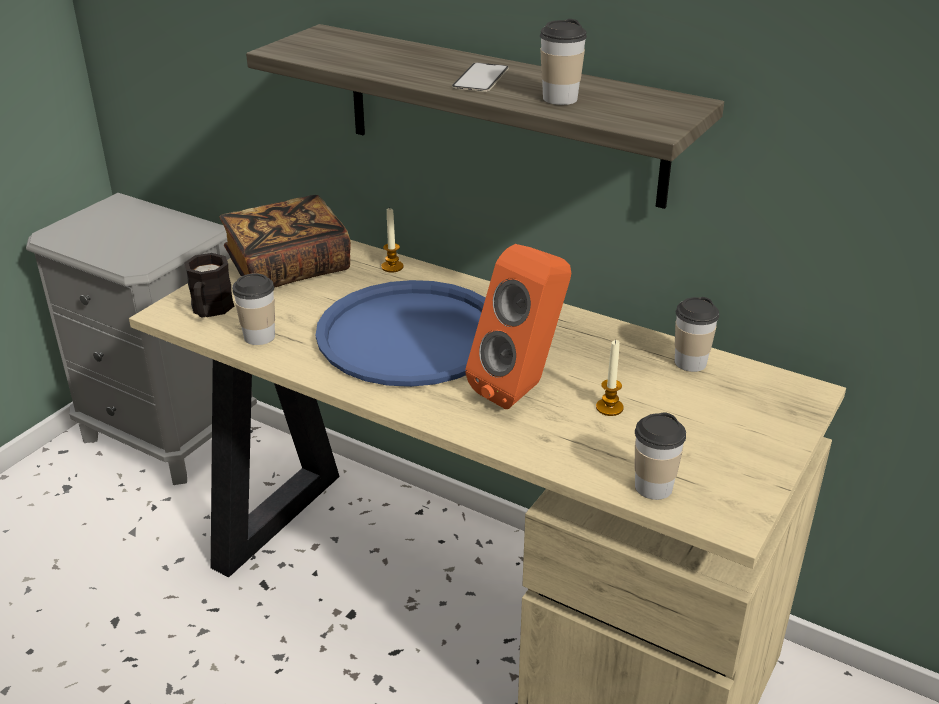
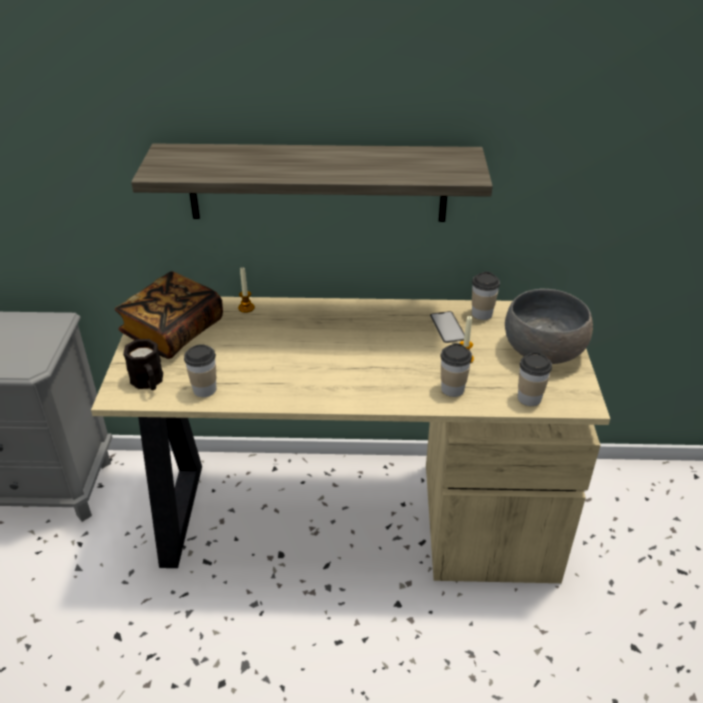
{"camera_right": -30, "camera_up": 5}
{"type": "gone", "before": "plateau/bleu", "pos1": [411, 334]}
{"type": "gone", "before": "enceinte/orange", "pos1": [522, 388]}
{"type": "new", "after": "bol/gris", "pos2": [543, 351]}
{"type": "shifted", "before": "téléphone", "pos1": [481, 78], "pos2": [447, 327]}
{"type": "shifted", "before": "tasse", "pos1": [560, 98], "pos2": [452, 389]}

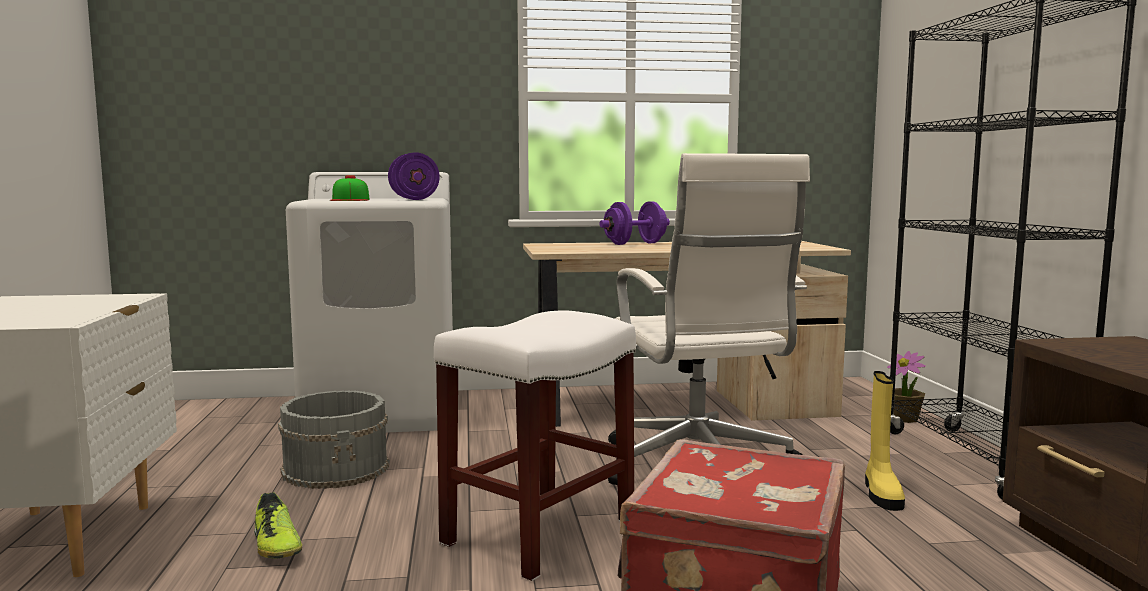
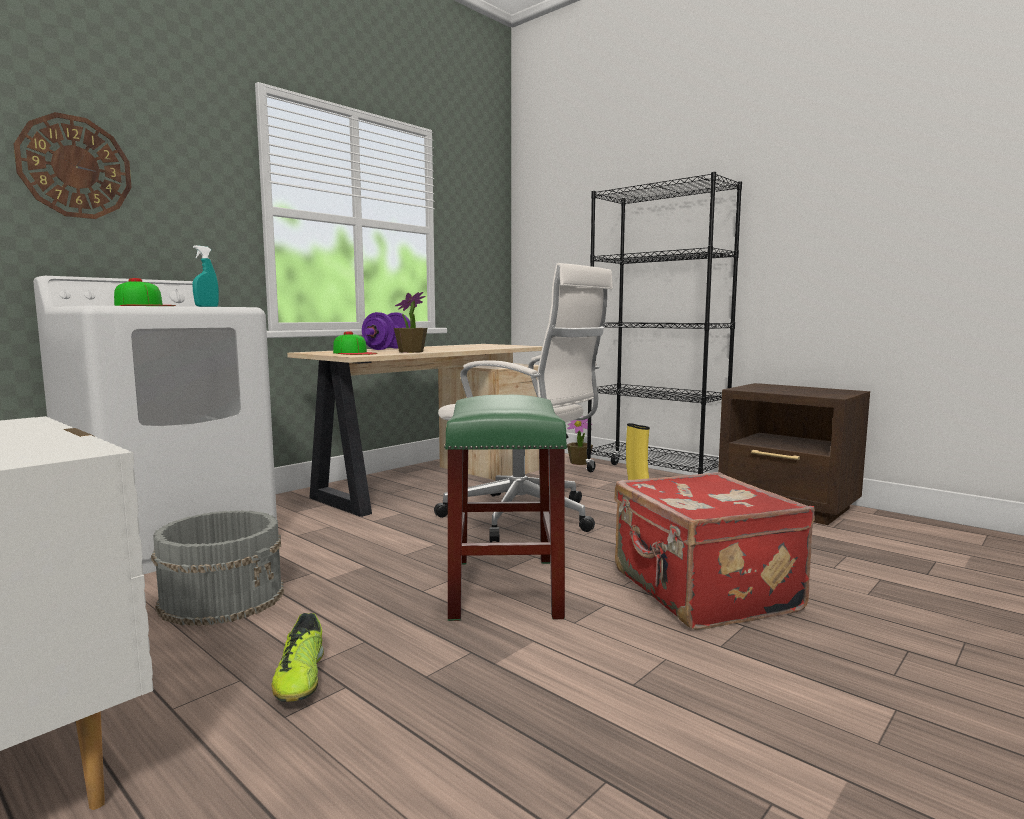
{"camera_right": -40, "camera_up": 0}
{"type": "new", "after": "horloge murale", "pos2": [75, 167]}
{"type": "new", "after": "casquette", "pos2": [354, 353]}
{"type": "new", "after": "plante en pot", "pos2": [411, 352]}
{"type": "swapped", "before": "haltère/violet", "after": "vaporisateur/turquoise", "pos1": [413, 199], "pos2": [206, 306]}
{"type": "repainted", "before": "tabouret/blanc", "after": "tabouret/vert", "pos1": [540, 531], "pos2": [503, 587]}
{"type": "rotated", "before": "chaussure", "pos1": [276, 546], "pos2": [300, 678], "turn": 60}

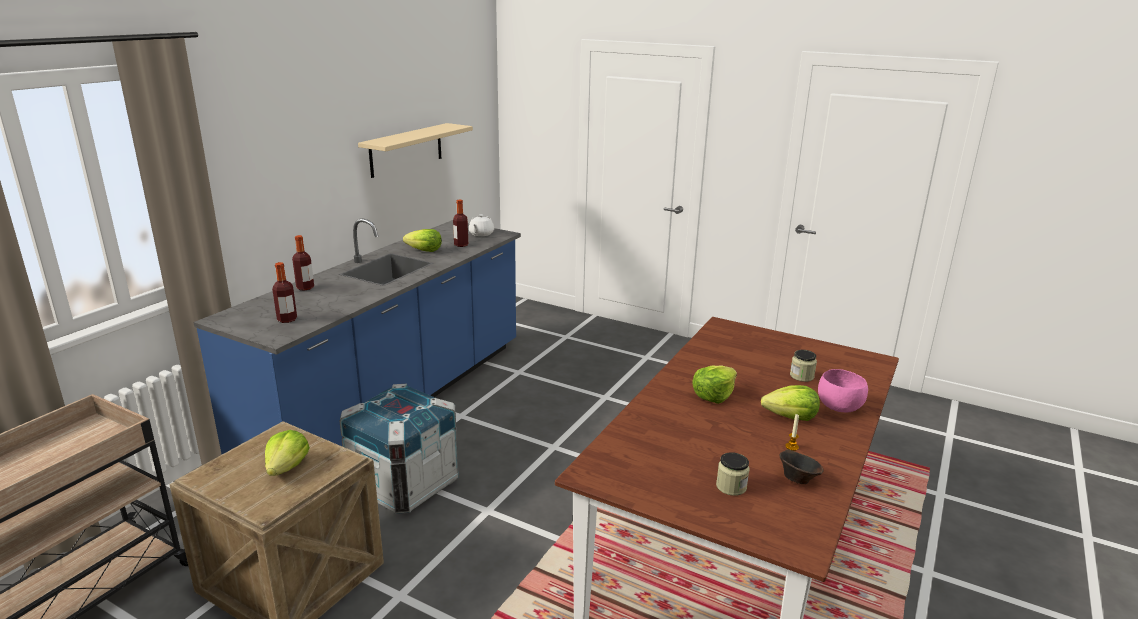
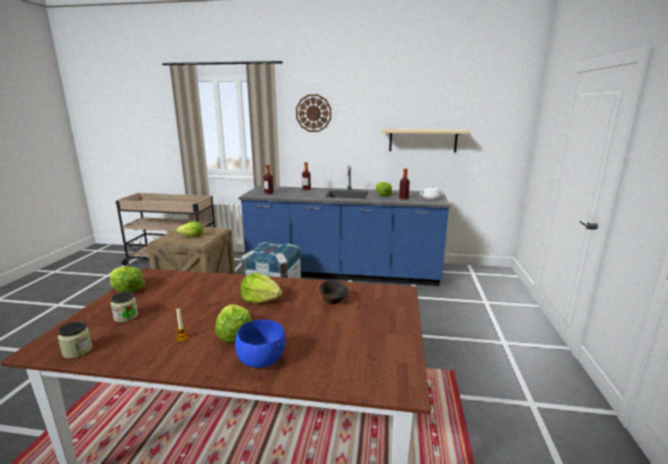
{"camera_right": 70, "camera_up": -5}
{"type": "new", "after": "laitue", "pos2": [127, 290]}
{"type": "new", "after": "horloge murale", "pos2": [313, 113]}
{"type": "shifted", "before": "bol/marron", "pos1": [797, 479], "pos2": [334, 301]}
{"type": "shifted", "before": "bocal", "pos1": [801, 376], "pos2": [77, 351]}
{"type": "repainted", "before": "bol/rose", "after": "bol/bleu", "pos1": [838, 407], "pos2": [262, 360]}

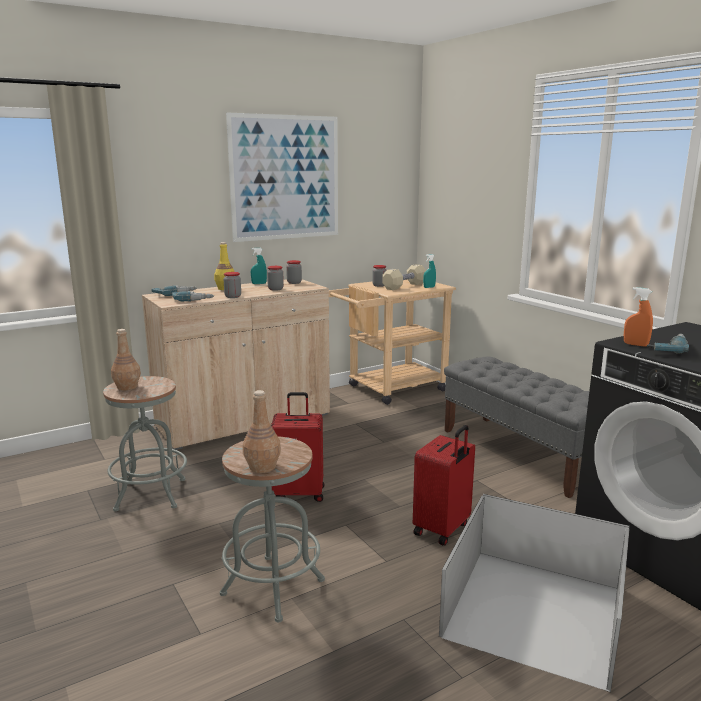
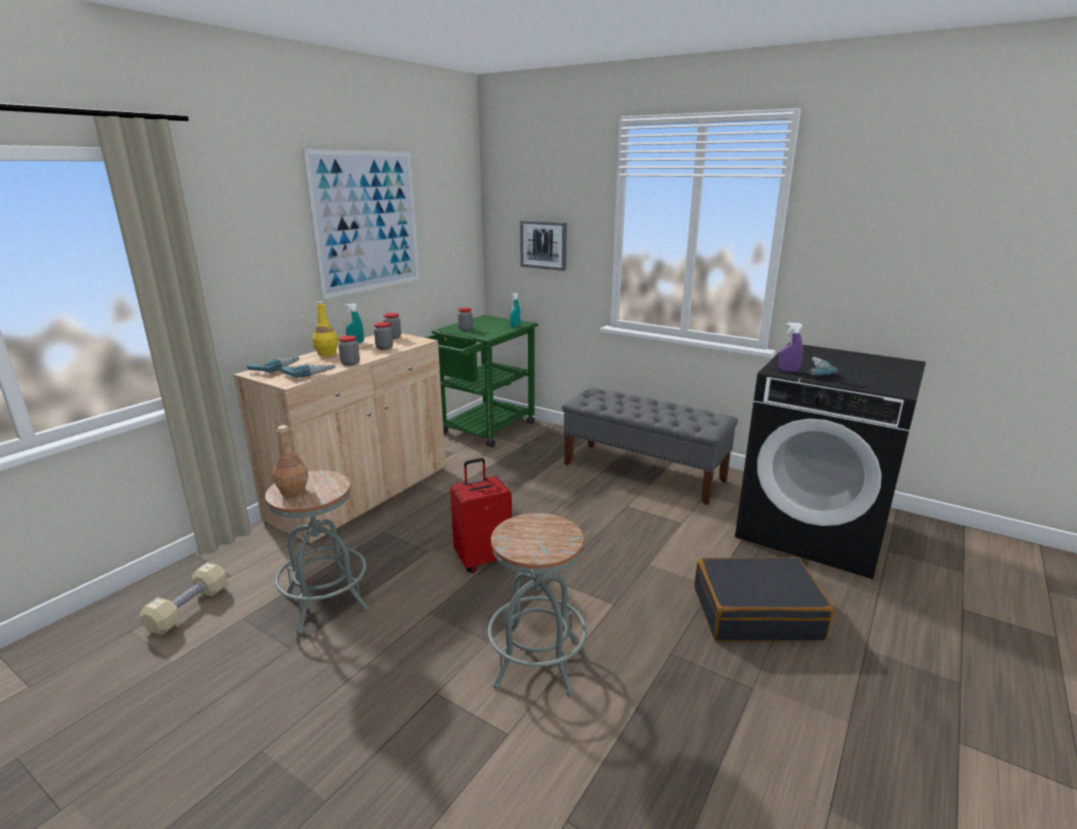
{"camera_right": -25, "camera_up": 5}
{"type": "gone", "before": "bouteille/marron", "pos1": [262, 467]}
{"type": "gone", "before": "valise/rouge", "pos1": [442, 529]}
{"type": "new", "after": "tableau", "pos2": [543, 244]}
{"type": "shifted", "before": "haltère/beige", "pos1": [404, 286], "pos2": [189, 609]}
{"type": "swapped", "before": "boîte de rangement/noir", "after": "valise/noir", "pos1": [531, 611], "pos2": [756, 613]}
{"type": "repainted", "before": "chariot/beige", "after": "chariot/vert", "pos1": [390, 389], "pos2": [482, 431]}
{"type": "repainted", "before": "vaporisateur/orange", "after": "vaporisateur/violet", "pos1": [635, 344], "pos2": [788, 371]}

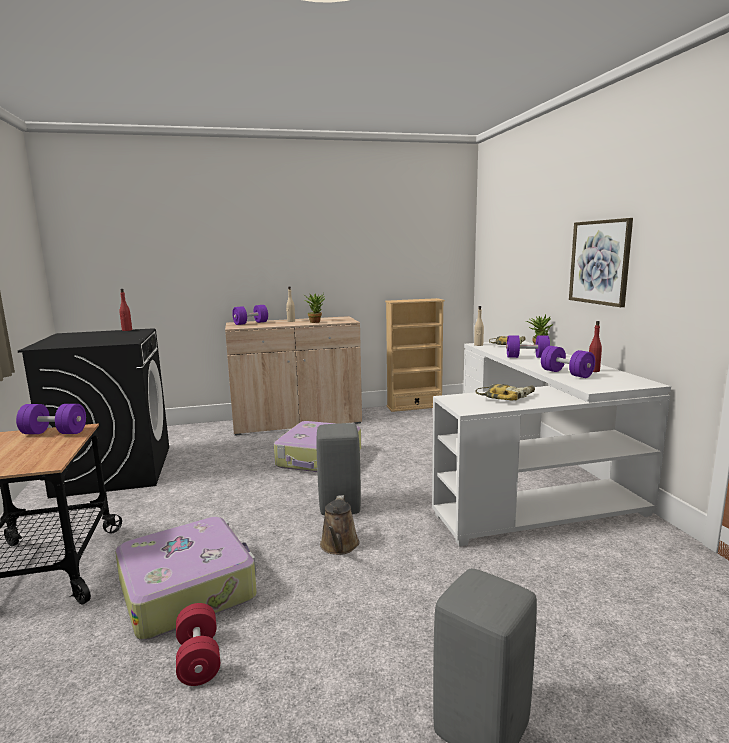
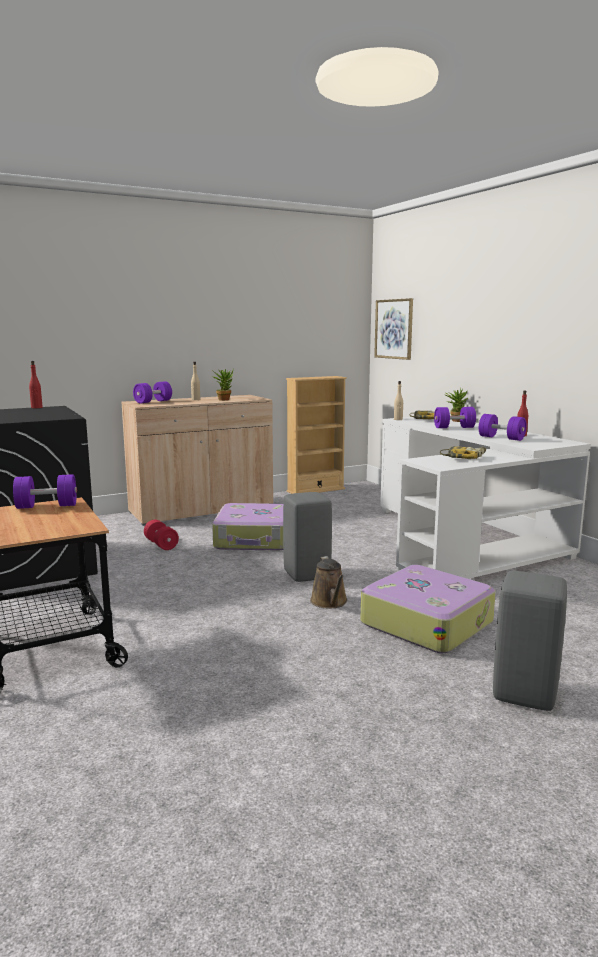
{"camera_right": -15, "camera_up": 0}
{"type": "shifted", "before": "valise", "pos1": [188, 588], "pos2": [426, 622]}
{"type": "shifted", "before": "haltère/rouge", "pos1": [199, 658], "pos2": [161, 544]}
{"type": "shifted", "before": "tableau", "pos1": [600, 262], "pos2": [394, 329]}

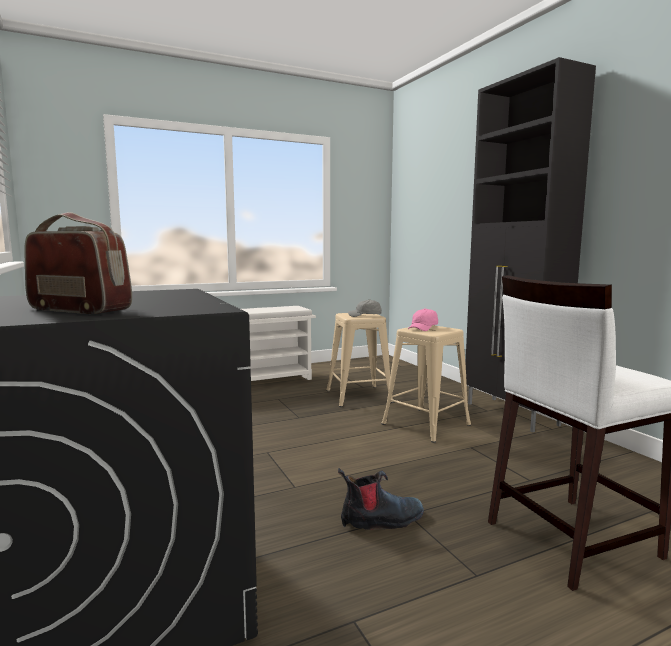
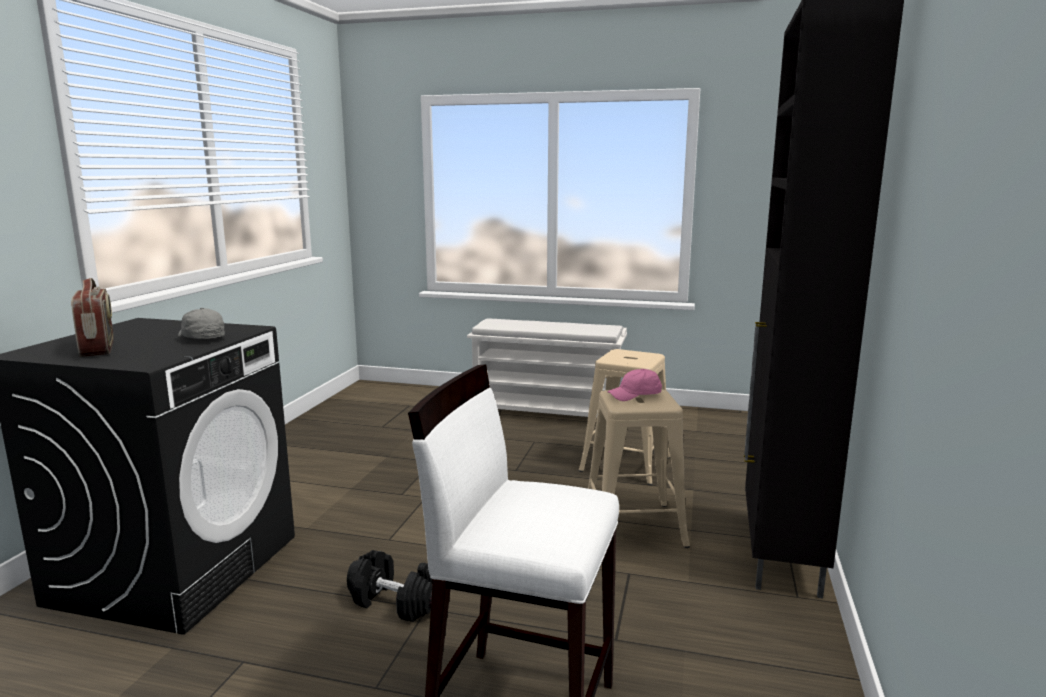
{"camera_right": 40, "camera_up": 5}
{"type": "shifted", "before": "casquette/gris", "pos1": [365, 316], "pos2": [201, 338]}
{"type": "swapped", "before": "botte", "after": "haltère/noir", "pos1": [381, 520], "pos2": [396, 602]}

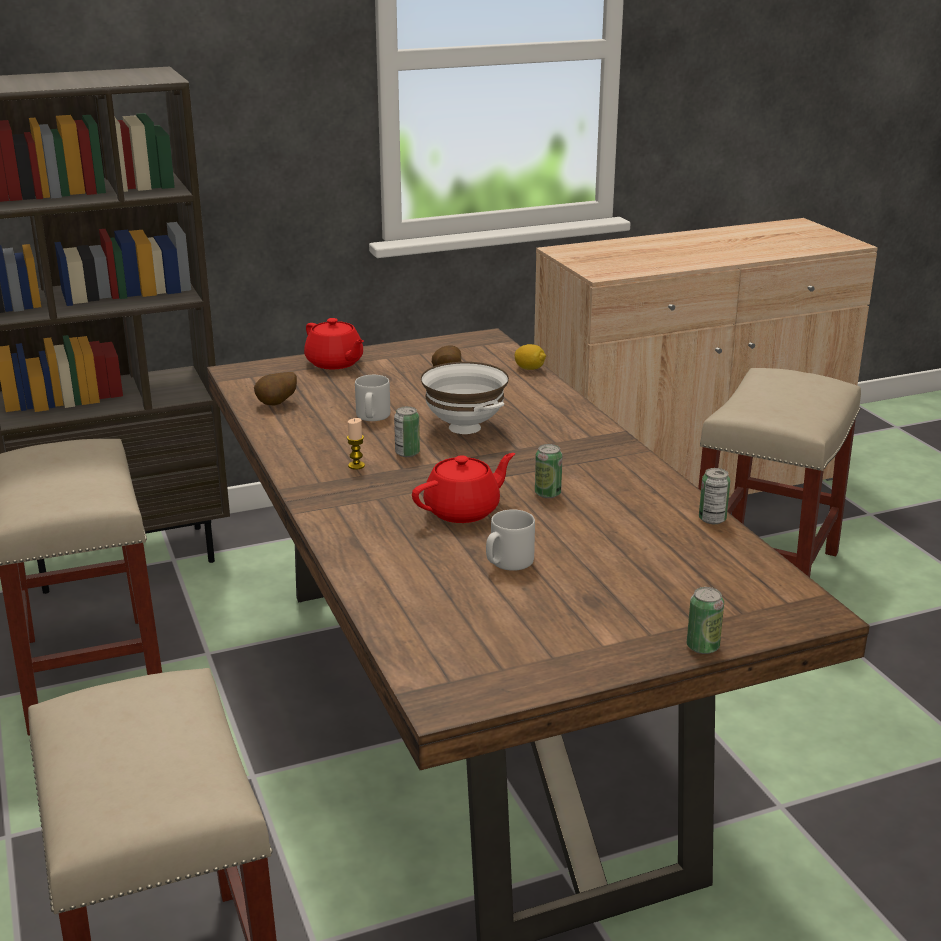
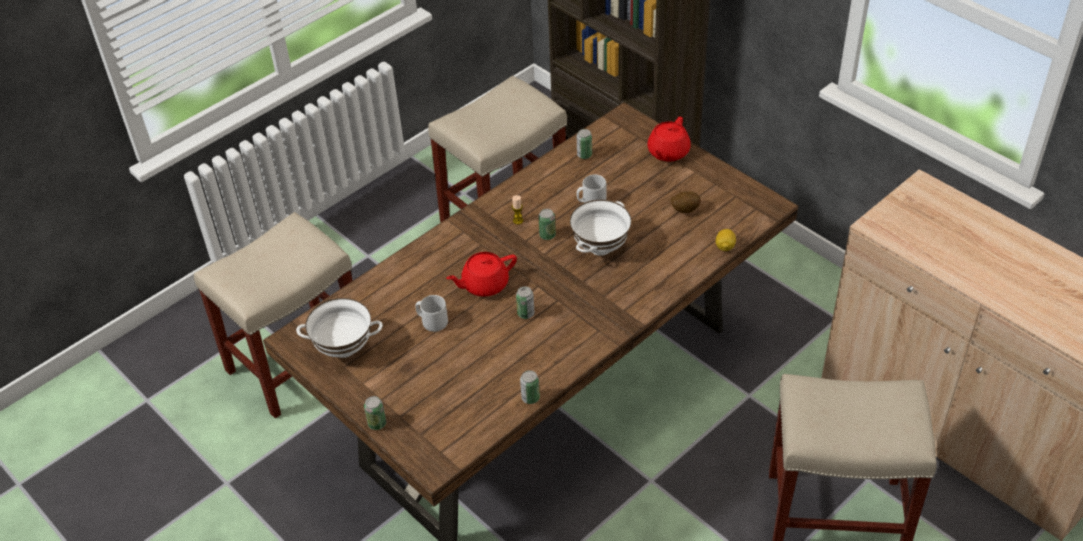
{"camera_right": 70, "camera_up": 20}
{"type": "new", "after": "bol/blanc", "pos2": [343, 349]}
{"type": "swapped", "before": "pomme de terre", "after": "boîte métallique", "pos1": [277, 404], "pos2": [584, 155]}
{"type": "rotated", "before": "théière/rouge", "pos1": [463, 511], "pos2": [484, 284], "turn": 120}

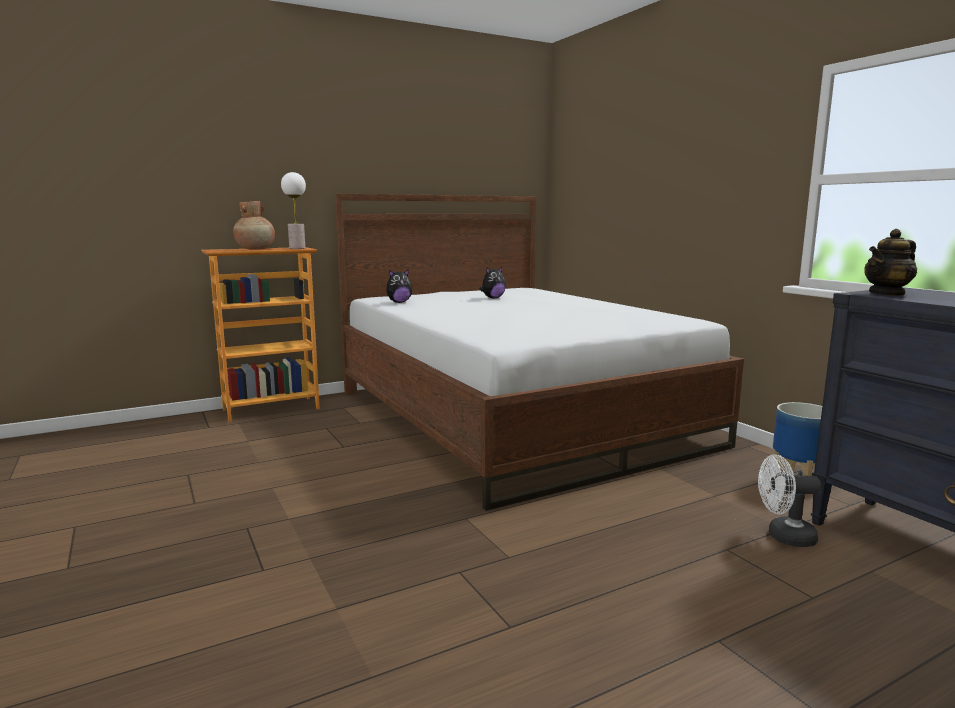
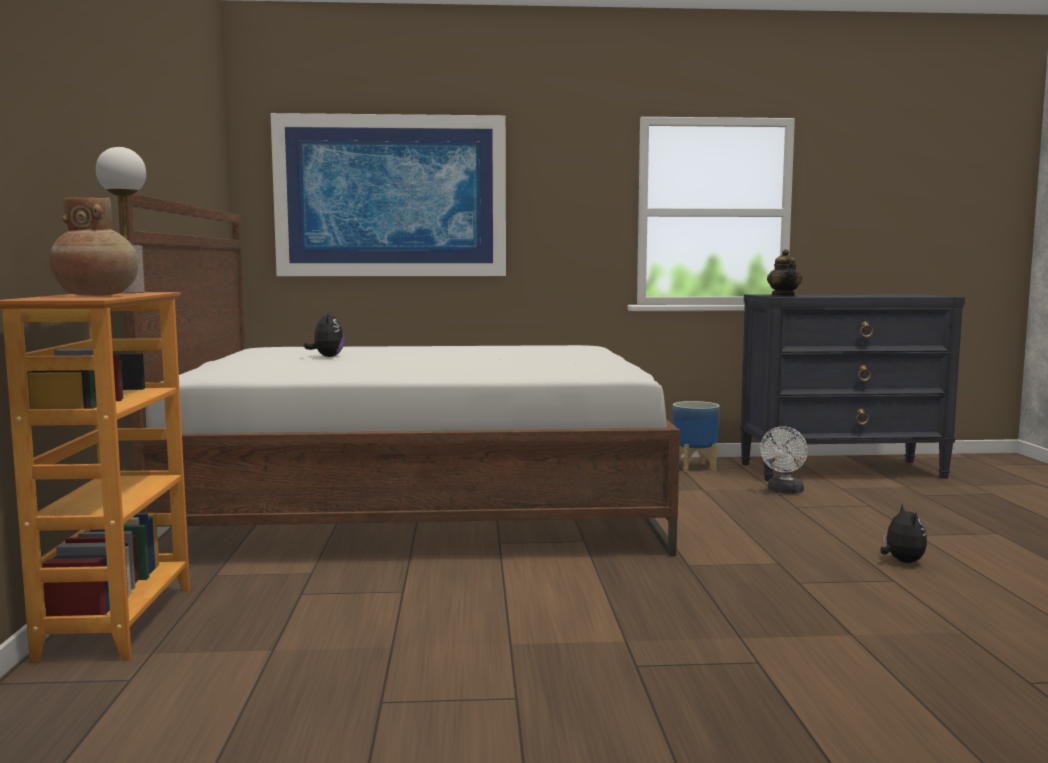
{"camera_right": -65, "camera_up": -5}
{"type": "new", "after": "tableau", "pos2": [391, 196]}
{"type": "shifted", "before": "peluche", "pos1": [399, 302], "pos2": [902, 561]}

